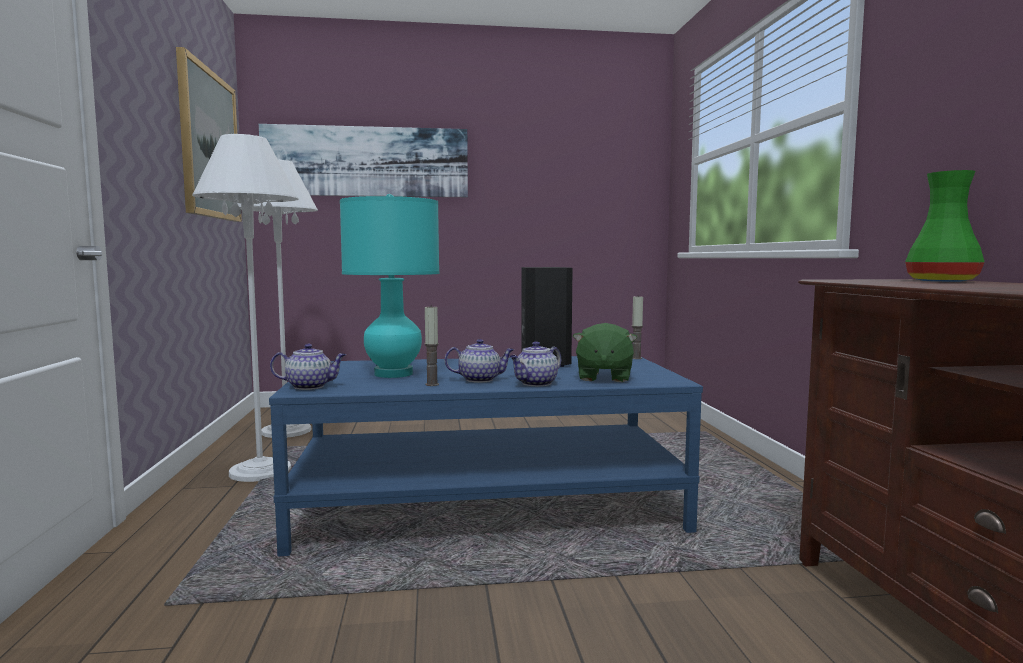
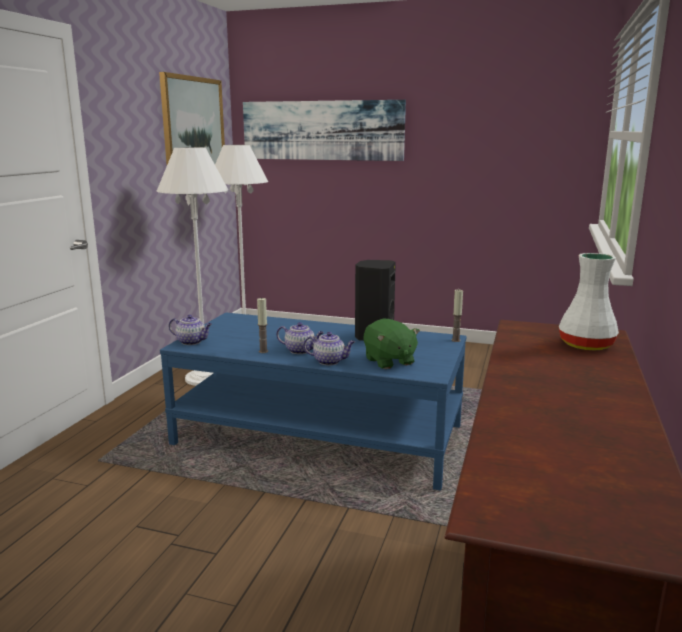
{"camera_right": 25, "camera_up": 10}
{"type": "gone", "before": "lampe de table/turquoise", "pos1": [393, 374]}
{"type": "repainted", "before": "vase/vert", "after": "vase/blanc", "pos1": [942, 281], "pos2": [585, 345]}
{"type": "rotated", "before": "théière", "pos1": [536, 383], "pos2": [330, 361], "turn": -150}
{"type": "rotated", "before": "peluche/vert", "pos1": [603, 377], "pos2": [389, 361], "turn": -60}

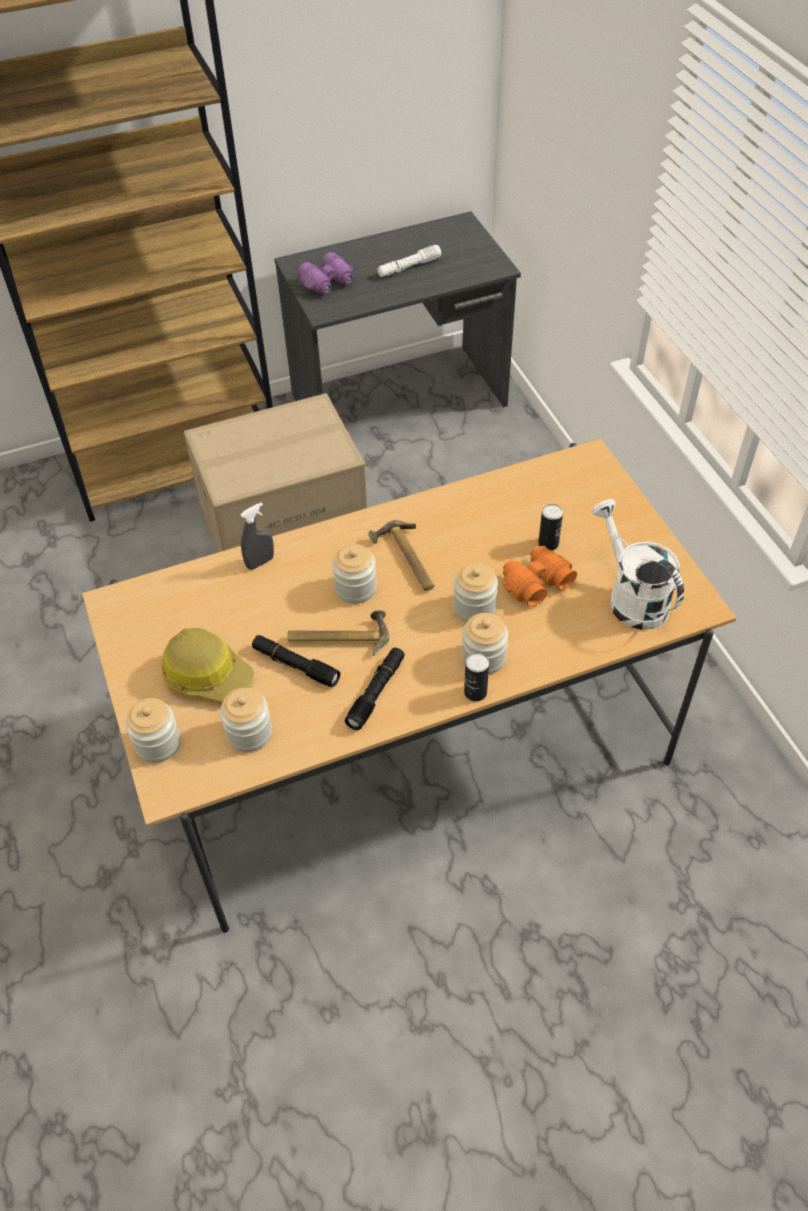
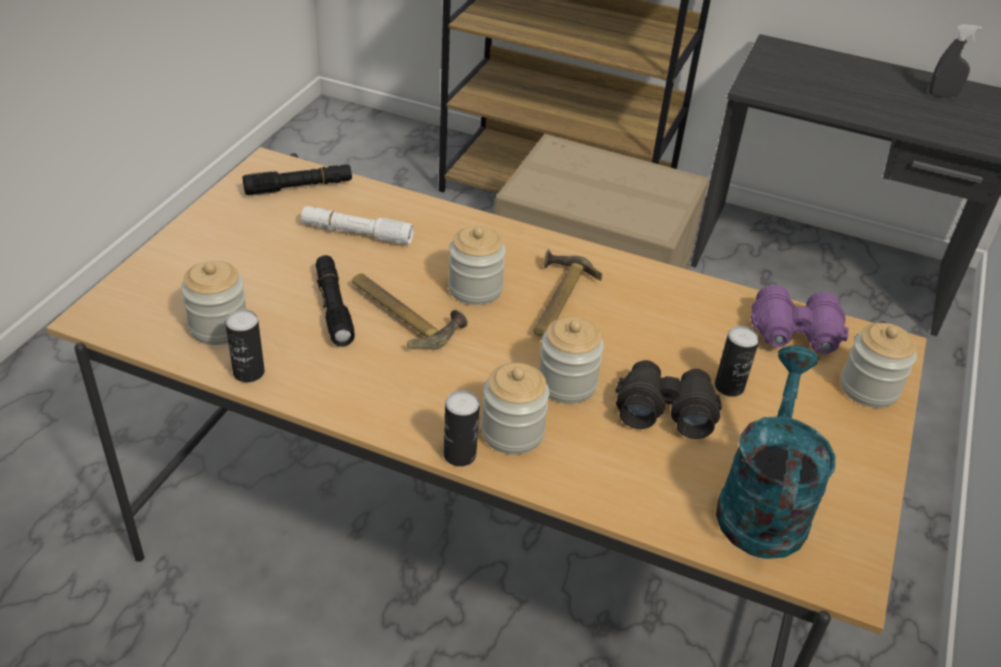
{"camera_right": 40, "camera_up": -10}
{"type": "gone", "before": "casque de chantier", "pos1": [207, 674]}
{"type": "new", "after": "boîte métallique", "pos2": [249, 372]}
{"type": "shifted", "before": "bocal", "pos1": [158, 743], "pos2": [868, 388]}
{"type": "shifted", "before": "vaporisateur/gris", "pos1": [260, 562], "pos2": [942, 95]}
{"type": "shifted", "before": "jumelles/violet", "pos1": [328, 283], "pos2": [795, 336]}
{"type": "shifted", "before": "lampe de poche/noir", "pos1": [376, 692], "pos2": [299, 187]}
{"type": "shifted", "before": "lampe de poche/blanc", "pos1": [409, 267], "pos2": [357, 233]}
{"type": "repainted", "before": "jumelles/orange", "after": "jumelles/noir", "pos1": [535, 582], "pos2": [665, 409]}
{"type": "repainted", "before": "arrosoir/blanc", "after": "arrosoir/turquoise", "pos1": [631, 597], "pos2": [762, 503]}

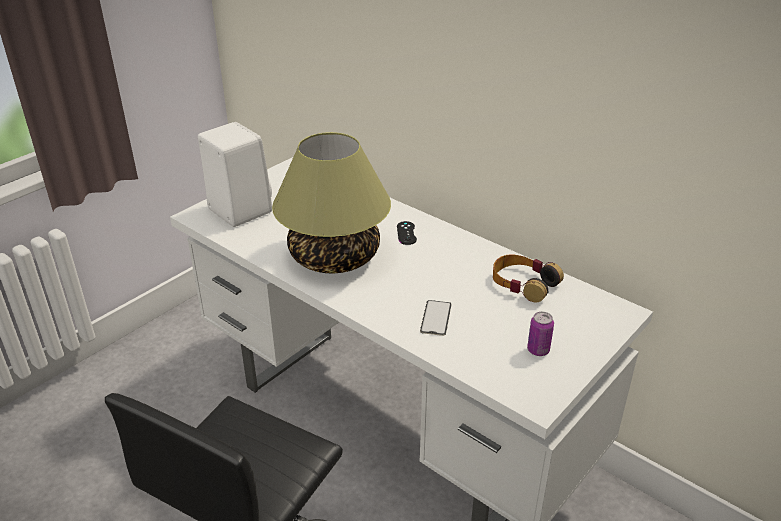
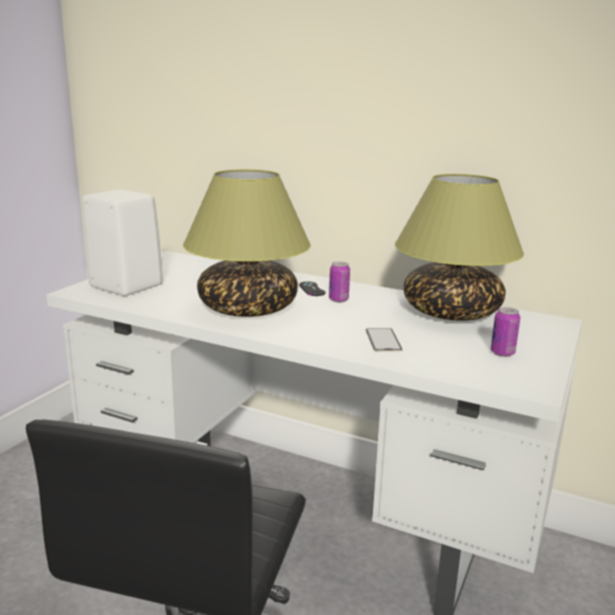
{"camera_right": -15, "camera_up": -15}
{"type": "new", "after": "boîte métallique", "pos2": [338, 299]}
{"type": "swapped", "before": "casque audio", "after": "lampe de table", "pos1": [523, 283], "pos2": [450, 312]}

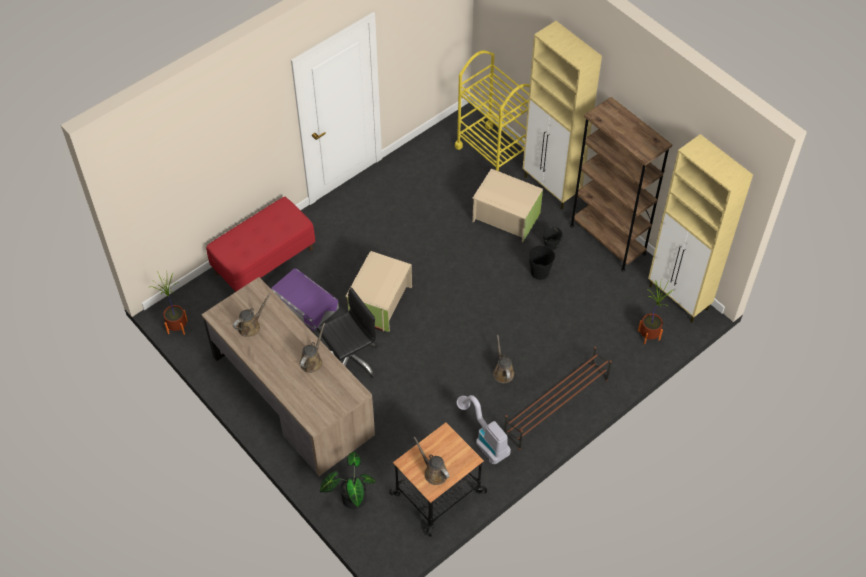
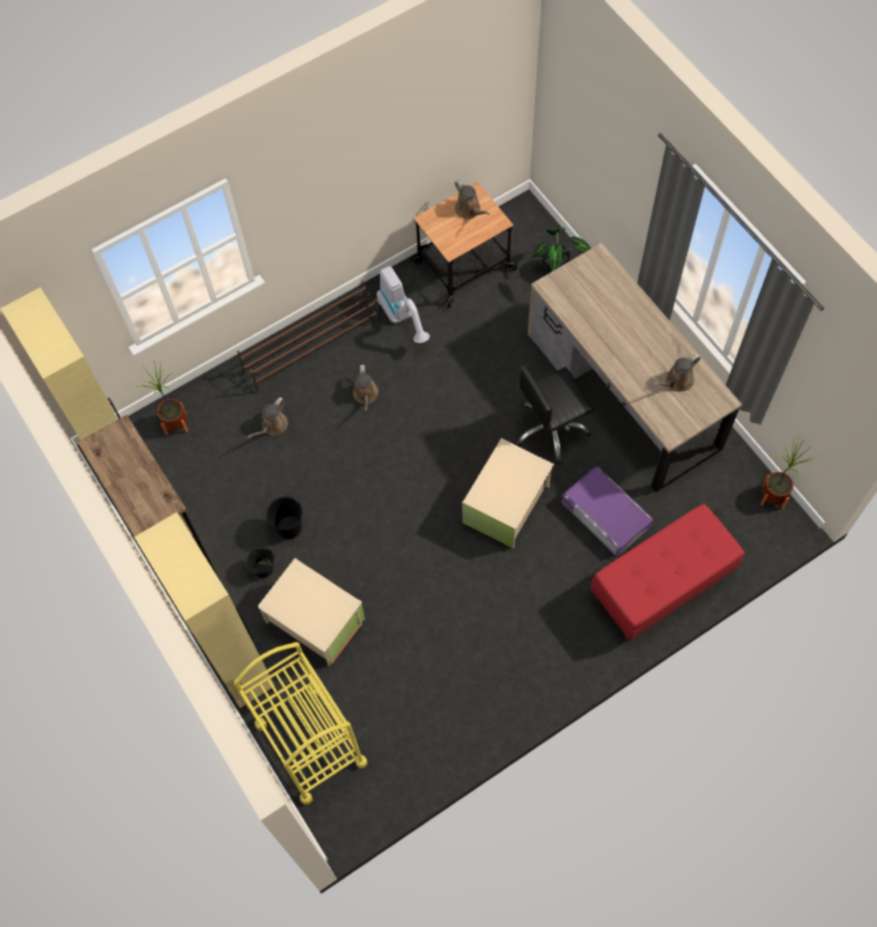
{"camera_right": -170, "camera_up": 10}
{"type": "shifted", "before": "arrosoir/marron", "pos1": [312, 360], "pos2": [273, 426]}

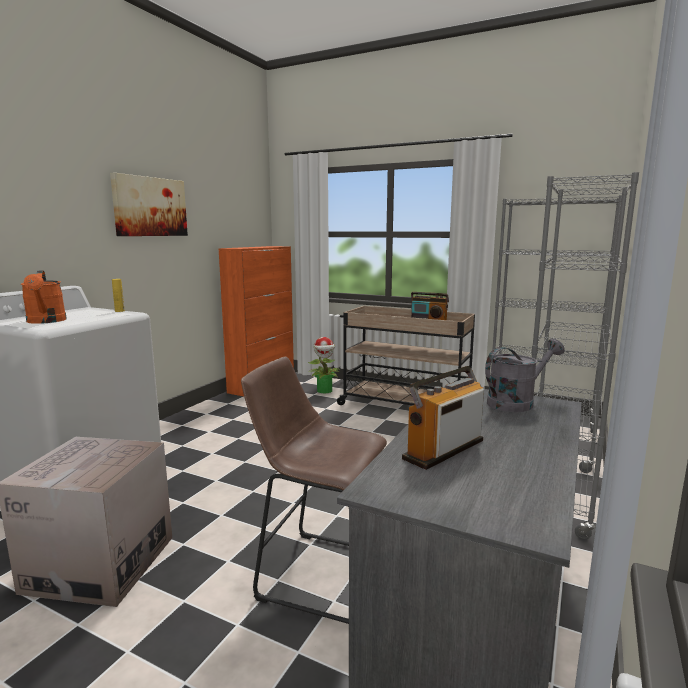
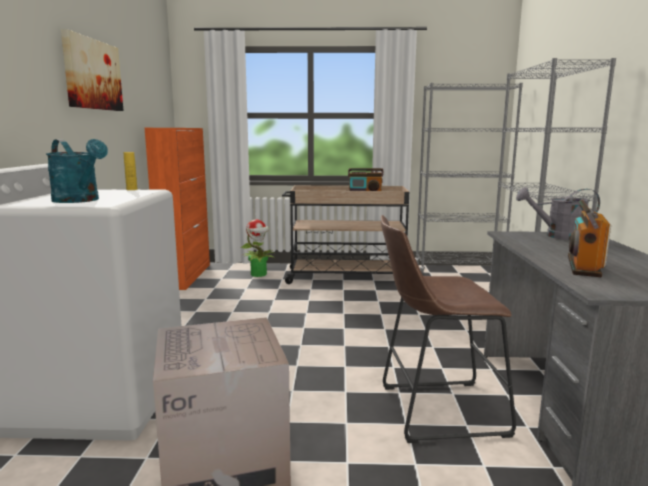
{"camera_right": -25, "camera_up": 0}
{"type": "repainted", "before": "arrosoir/orange", "after": "arrosoir/turquoise", "pos1": [46, 321], "pos2": [80, 200]}
{"type": "rotated", "before": "arrosoir/gris", "pos1": [516, 402], "pos2": [558, 236], "turn": -120}

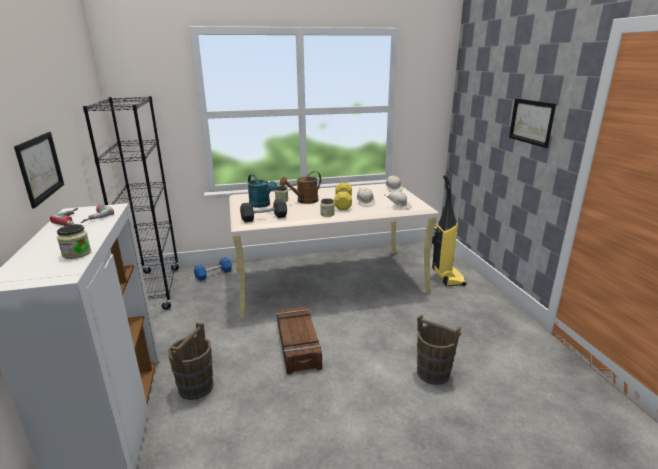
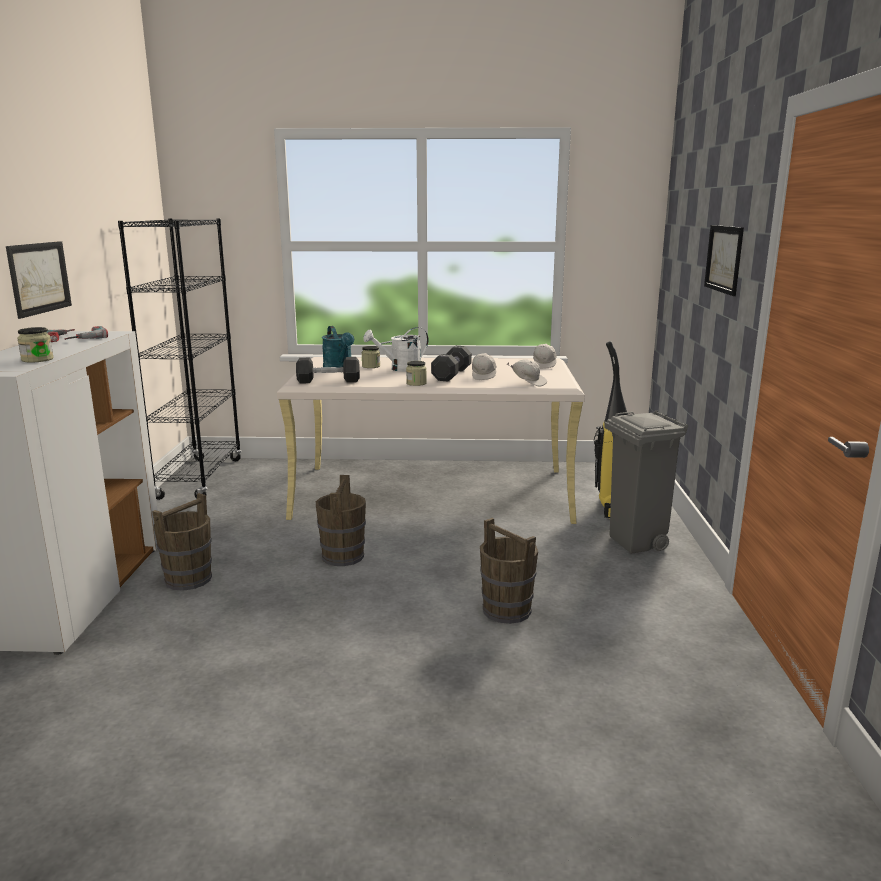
{"camera_right": 15, "camera_up": -5}
{"type": "gone", "before": "haltère/bleu", "pos1": [213, 274]}
{"type": "new", "after": "poubelle/gris", "pos2": [637, 543]}
{"type": "swapped", "before": "caisse", "after": "seau/marron", "pos1": [298, 344], "pos2": [343, 556]}
{"type": "repainted", "before": "arrosoir/marron", "after": "arrosoir/blanc", "pos1": [304, 201], "pos2": [400, 369]}
{"type": "repainted", "before": "haltère/jaune", "after": "haltère/noir", "pos1": [343, 203], "pos2": [451, 374]}

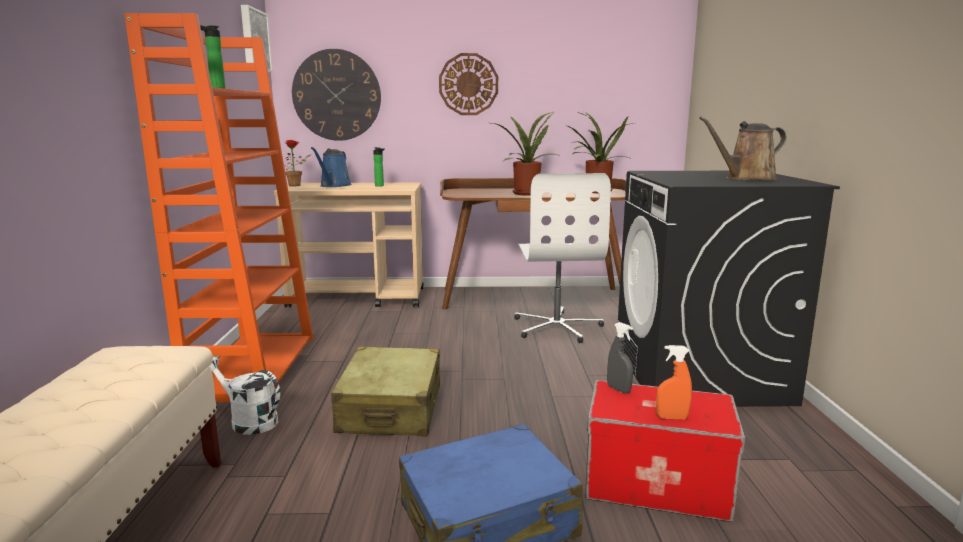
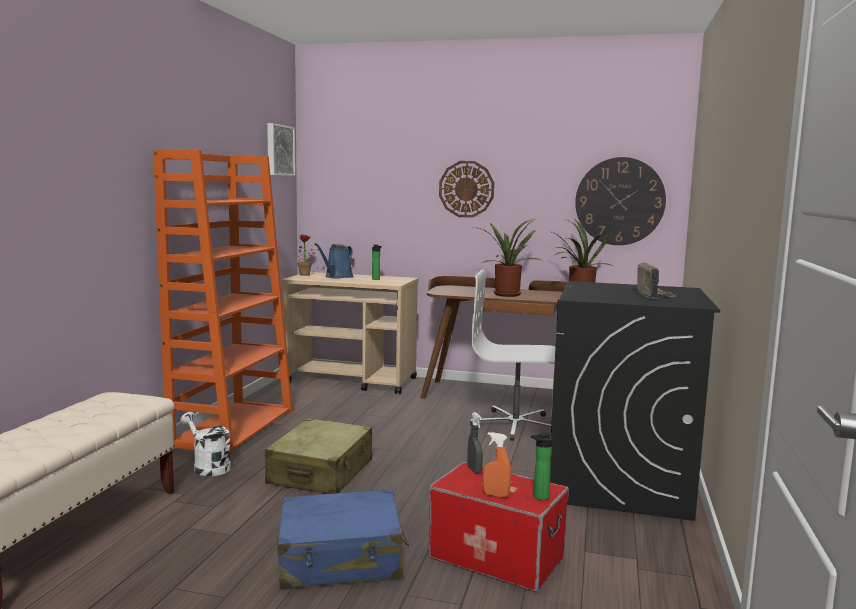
{"camera_right": 15, "camera_up": -5}
{"type": "shifted", "before": "bouteille", "pos1": [215, 88], "pos2": [539, 497]}
{"type": "shifted", "before": "horloge murale", "pos1": [336, 95], "pos2": [619, 201]}
{"type": "swapped", "before": "arrosoir/marron", "after": "radio", "pos1": [746, 178], "pos2": [653, 296]}
{"type": "rotated", "before": "chaise de bureau/blanc", "pos1": [557, 327], "pos2": [515, 425], "turn": 90}

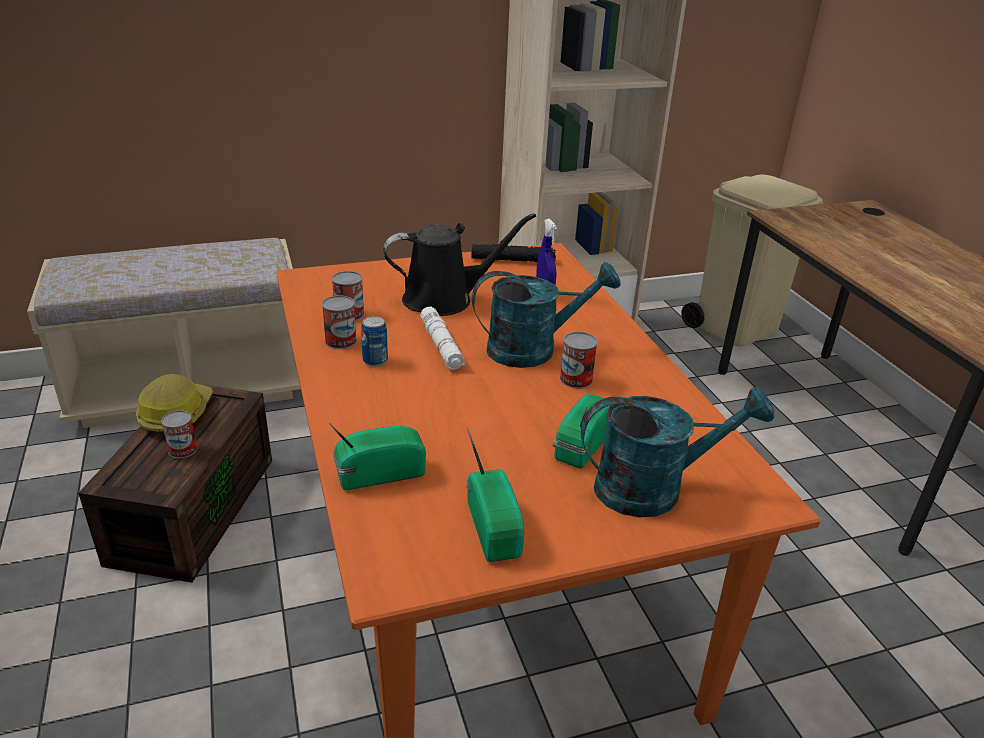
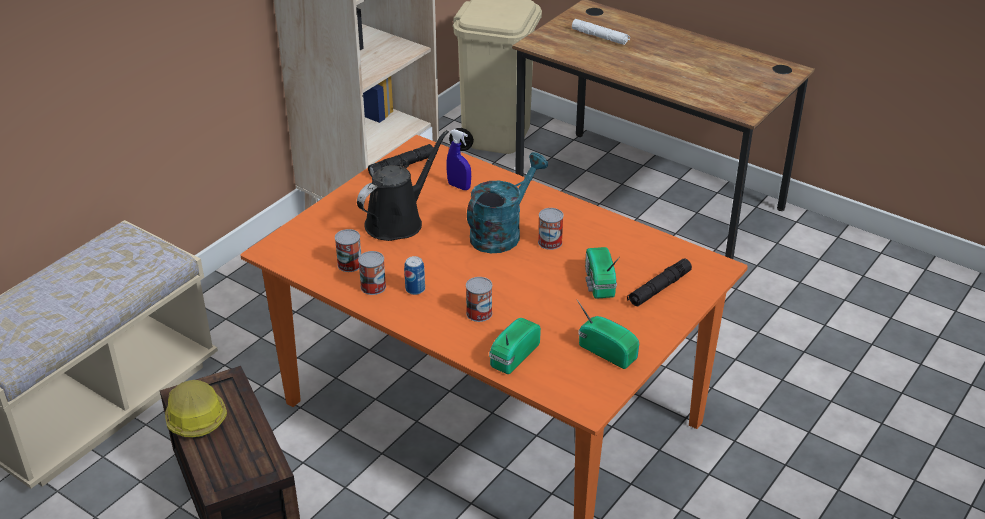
{"camera_right": -35, "camera_up": 5}
{"type": "shifted", "before": "boîte métallique", "pos1": [182, 449], "pos2": [479, 313]}
{"type": "shifted", "before": "lampe de poche/blanc", "pos1": [441, 346], "pos2": [600, 37]}
{"type": "swapped", "before": "arrosoir/turquoise", "after": "lampe de poche/noir", "pos1": [654, 488], "pos2": [659, 288]}

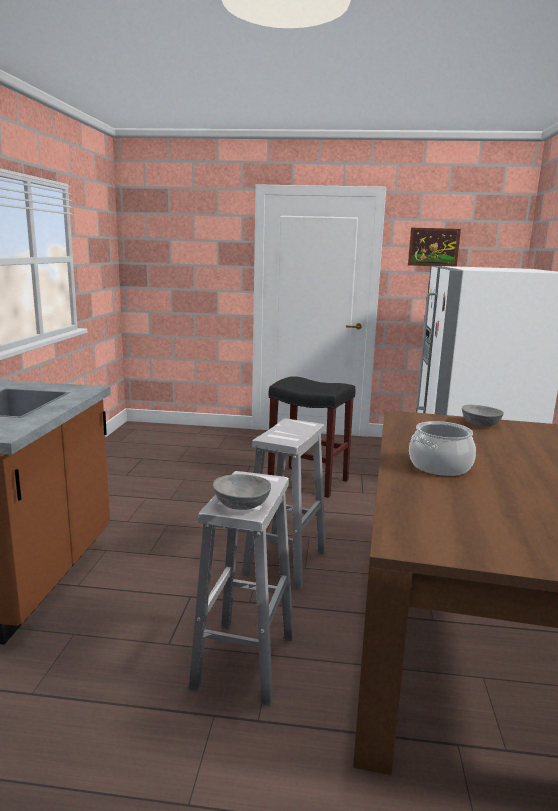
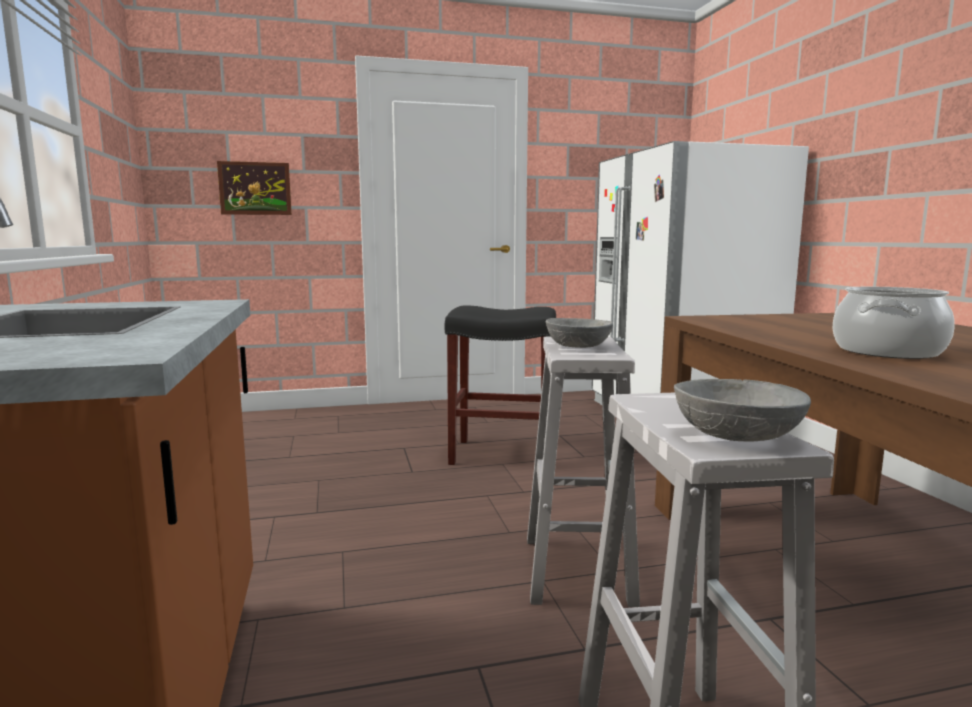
{"camera_right": -20, "camera_up": -5}
{"type": "shifted", "before": "tableau", "pos1": [433, 247], "pos2": [255, 188]}
{"type": "shifted", "before": "bol/gris", "pos1": [480, 424], "pos2": [577, 346]}

